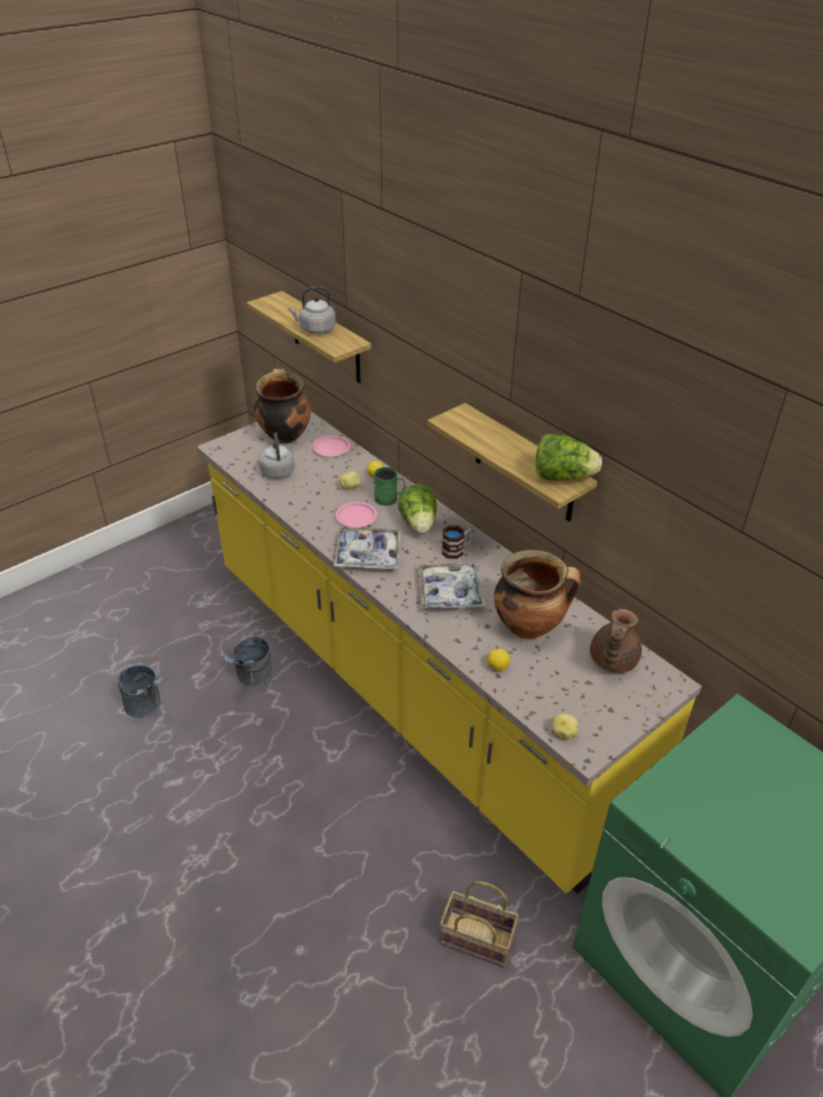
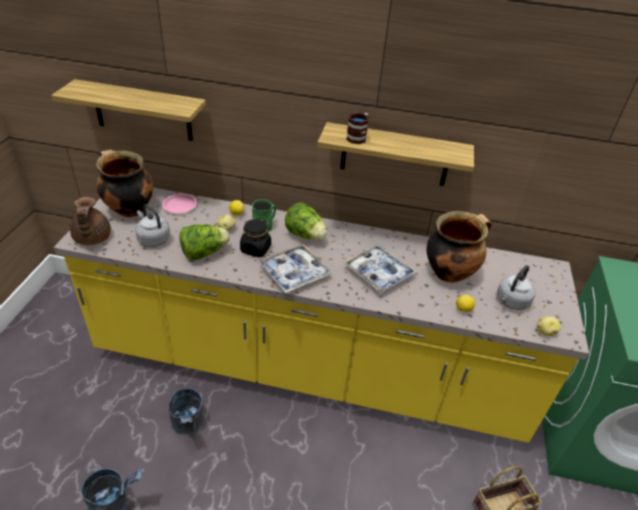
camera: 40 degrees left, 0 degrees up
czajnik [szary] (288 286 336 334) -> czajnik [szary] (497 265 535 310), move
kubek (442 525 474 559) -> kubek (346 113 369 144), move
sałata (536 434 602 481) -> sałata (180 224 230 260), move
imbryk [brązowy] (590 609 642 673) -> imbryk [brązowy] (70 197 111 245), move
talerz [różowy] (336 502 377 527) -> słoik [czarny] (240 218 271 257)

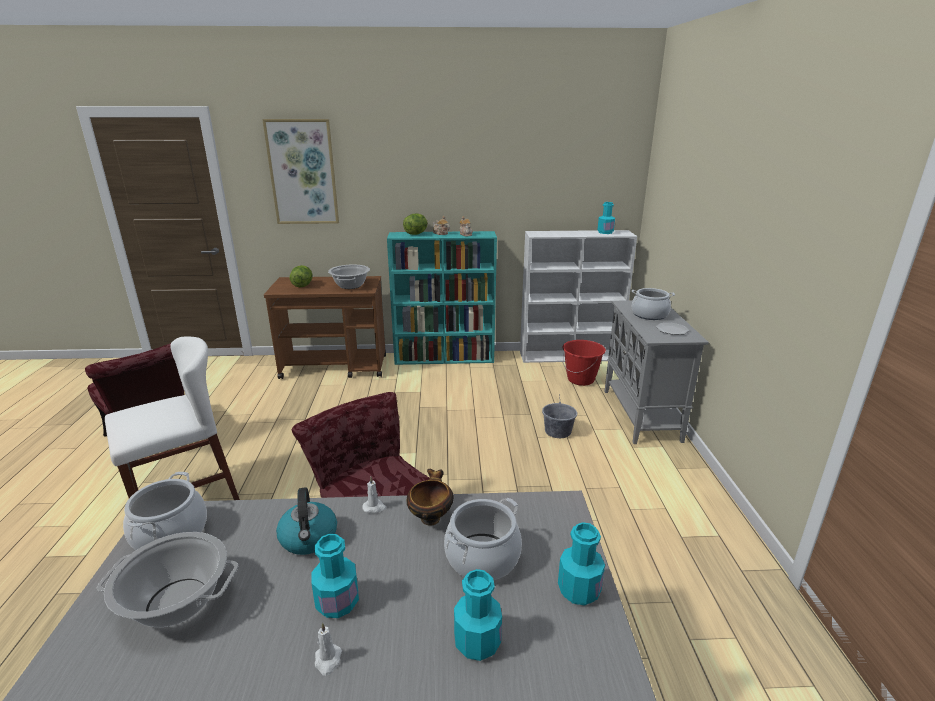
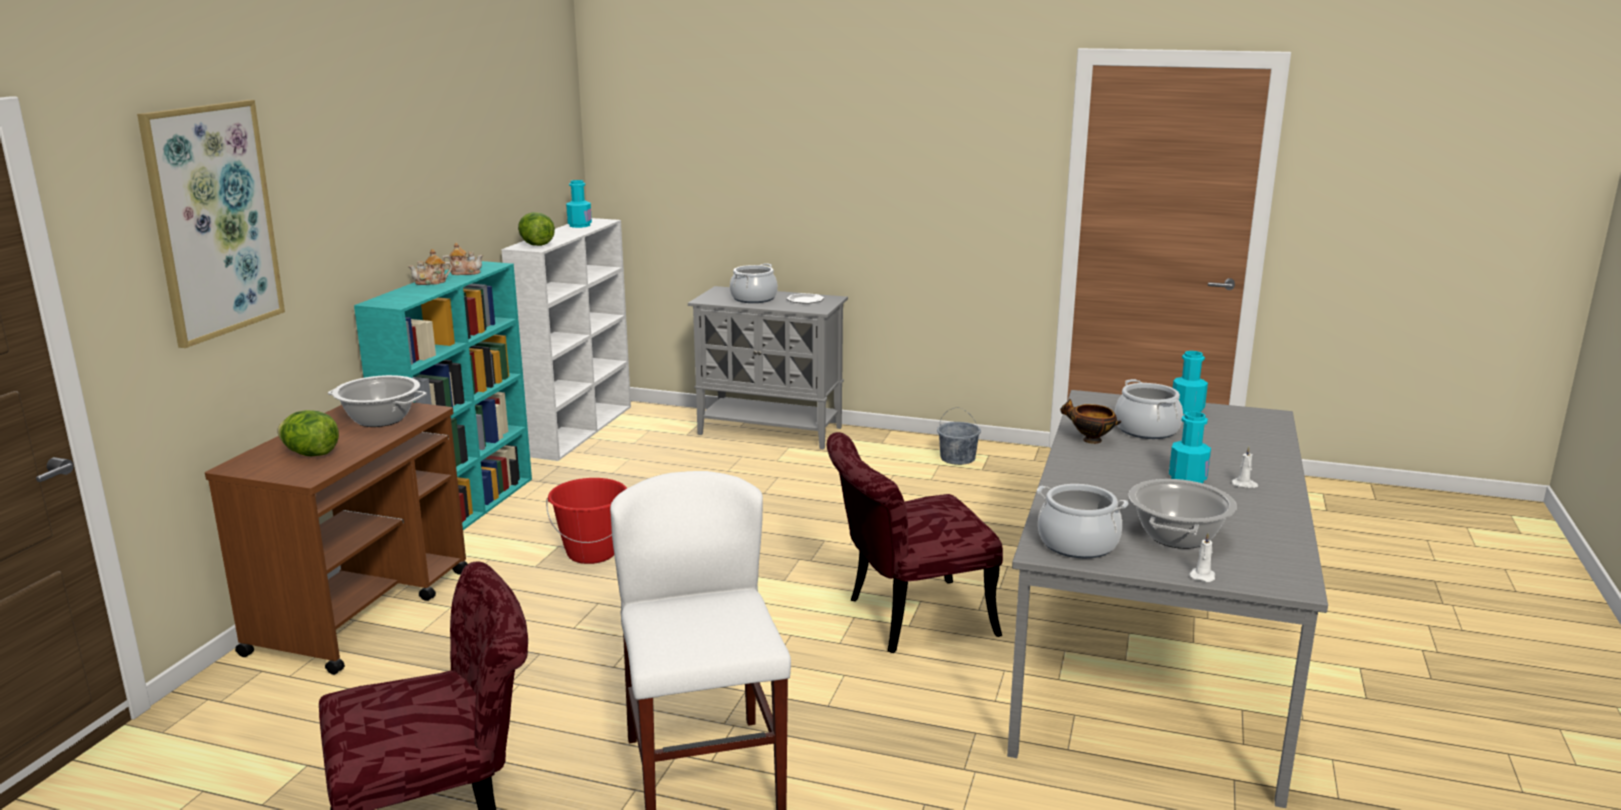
camera: 70 degrees left, 5 degrees down
czajnik (276 487 337 555) -> none
butelka [turkusowy] (454 569 502 661) -> none
świeca [biały] (362 477 386 513) -> świeca [biały] (1189 533 1215 582), move
sałata (403 214 428 235) -> sałata (518 212 555 246), move
wiadro [szary] (542 394 577 438) -> wiadro [szary] (937 407 981 465), move
wiadro [czerwony] (562 340 606 386) -> wiadro [czerwony] (546 478 627 564), move

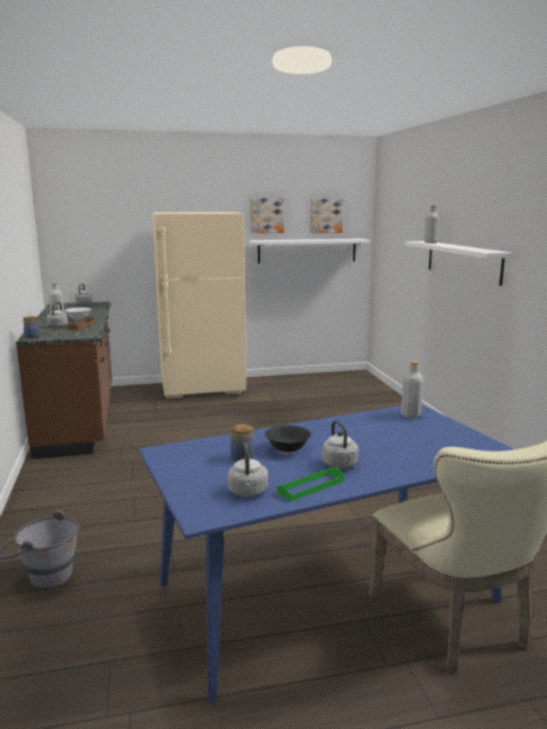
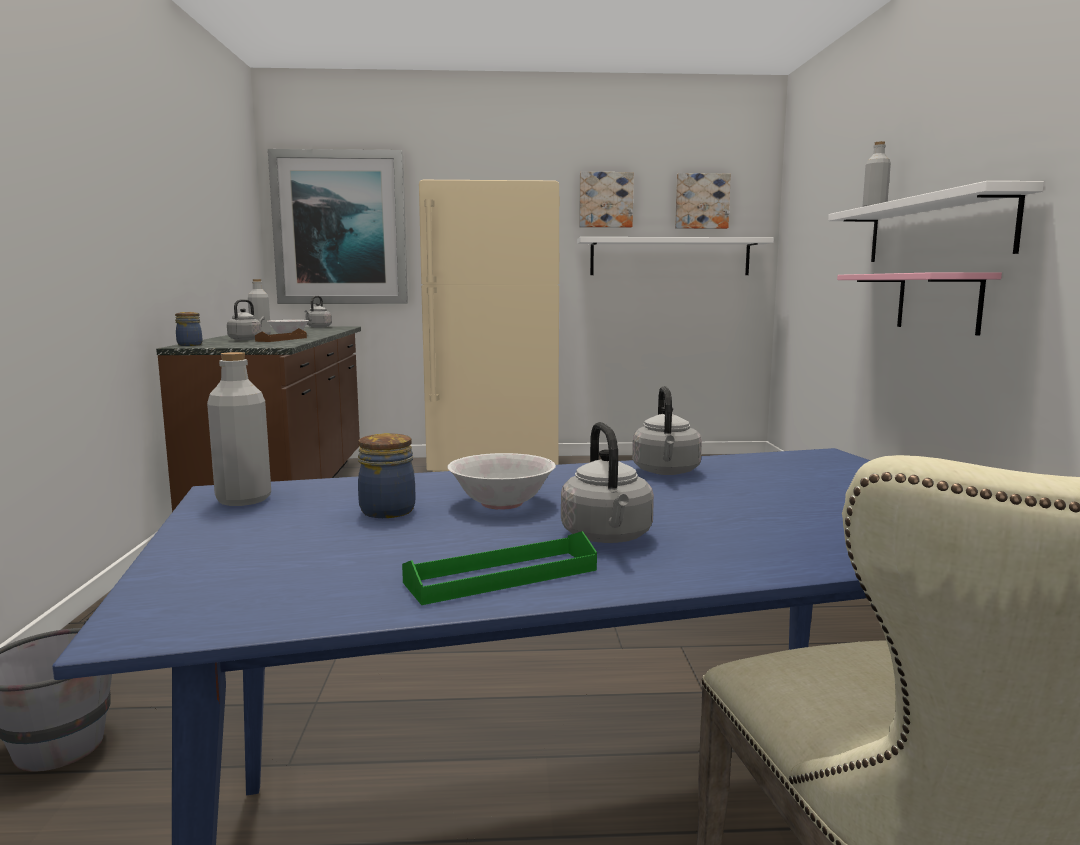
camera: 10 degrees right, 5 degrees down
none -> obraz (268 149 408 304)
none -> półka [różowy] (837 272 1002 336)
czajnik [szary] (228 443 268 497) -> czajnik [szary] (632 386 702 475), move
butelka [szary] (401 361 424 418) -> butelka [szary] (207 352 271 506), move
miska [czarny] (265 425 311 453) -> miska [biały] (447 453 556 510)

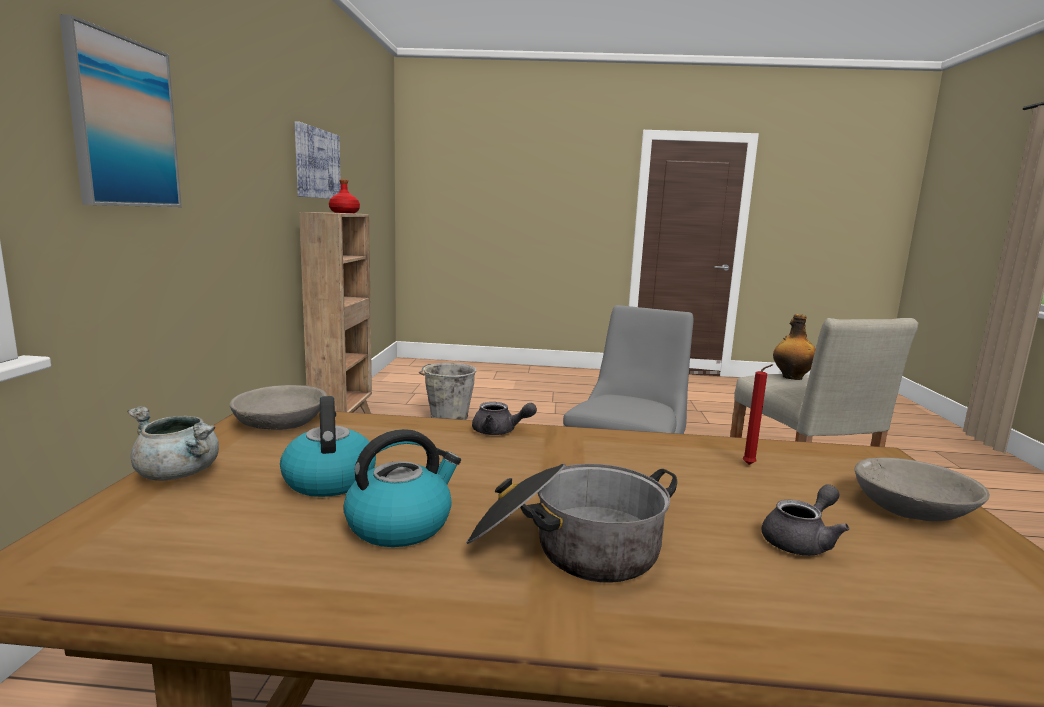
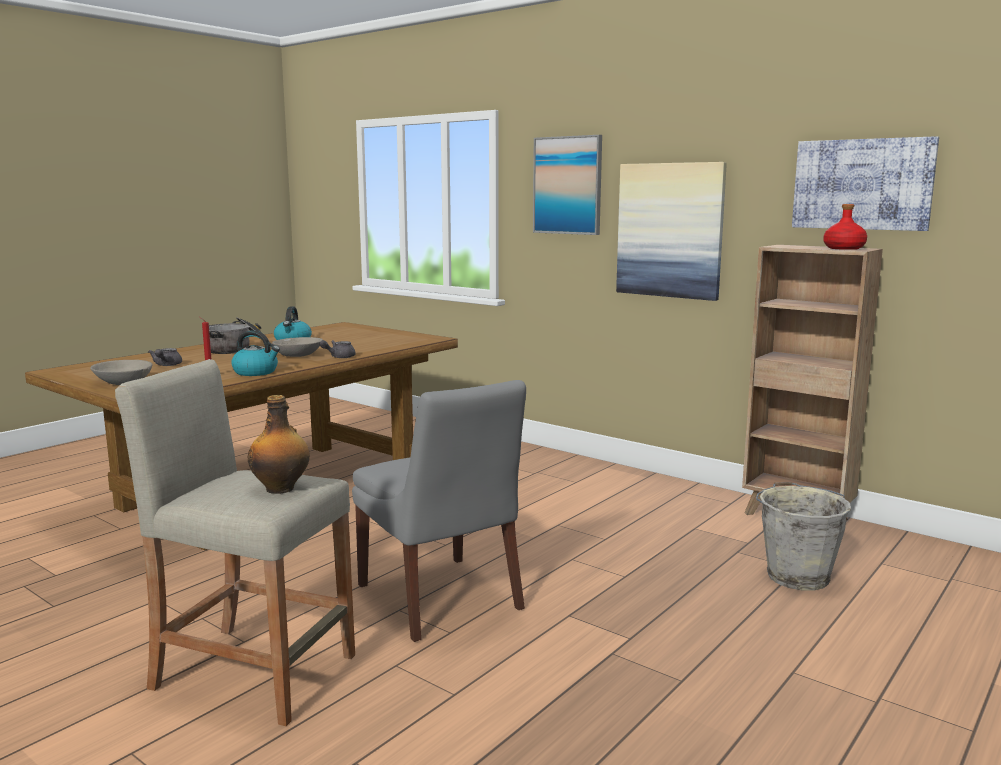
camera: 125 degrees right, 0 degrees up
garnek [szary] (127 406 219 481) -> none
none -> obraz (616 162 727 301)
miska [szary] (230 385 327 430) -> miska [szary] (272 337 323 357), move
czajnik (280 396 376 497) -> czajnik (231 330 280 376), move

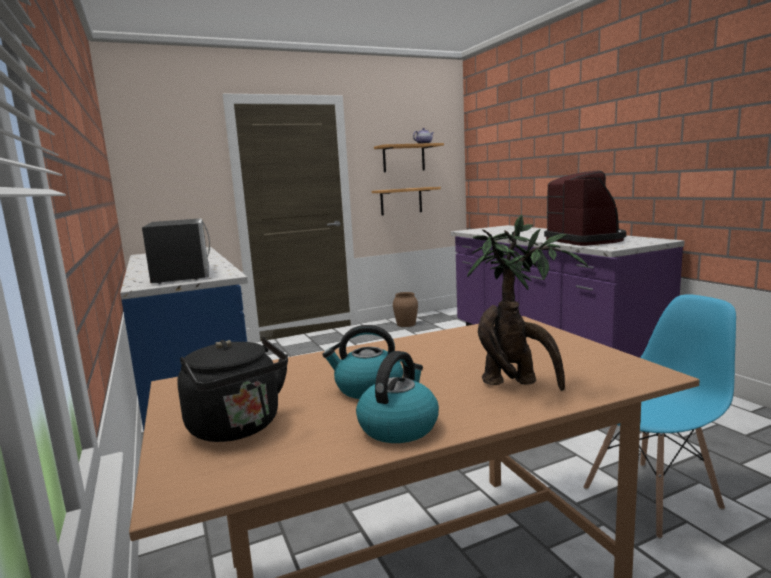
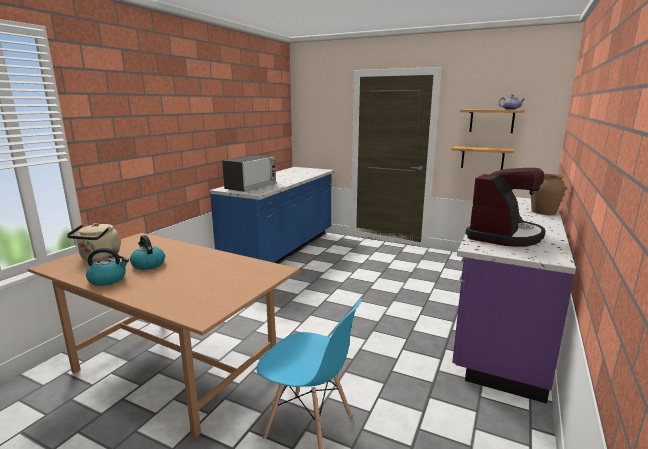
camera: 50 degrees right, 5 degrees up
roślina doniczkowa (467 214 588 391) -> none
wazon [brązowy] (393 292 418 327) -> wazon [brązowy] (531 174 565 215), move
czajnik [czarny] (177 337 288 442) -> czajnik [beżowy] (67 223 121 261)

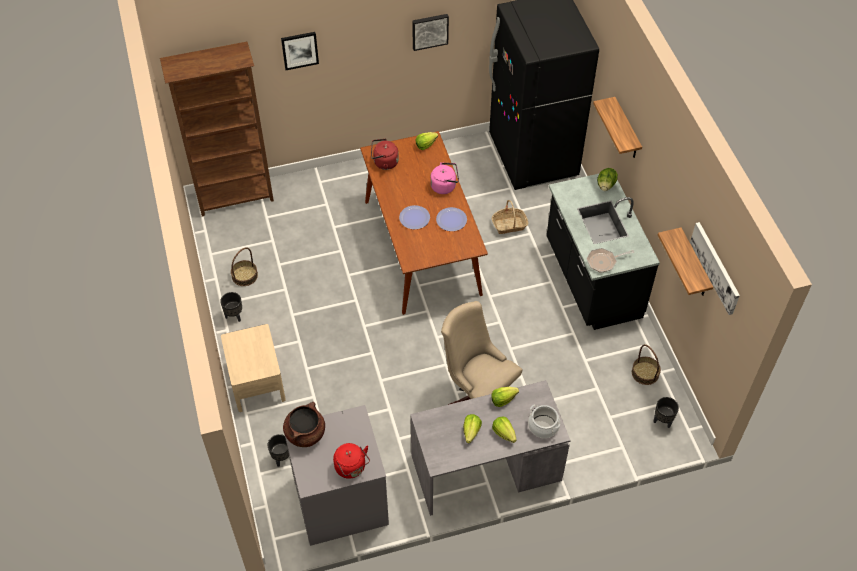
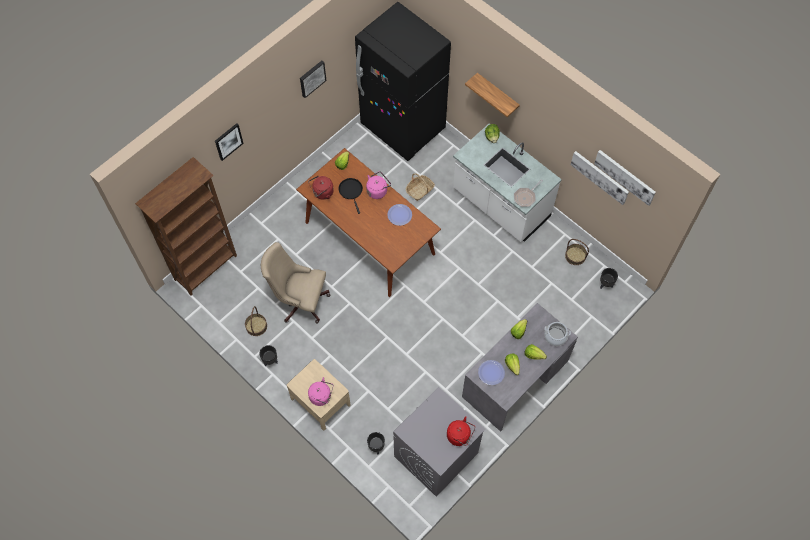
camera: 30 degrees left, 10 degrees up
garnek [brązowy] (283 402 325 447) -> none
none -> czajnik [różowy] (308 377 333 406)
none -> patelnia [czarny] (338 178 363 214)
talerz (399 205 430 229) -> talerz (478 360 505 385), move
krzesło biurowe [beżowy] (441 301 522 405) -> krzesło biurowe [beżowy] (261 242 330 323), move
półka (658 227 713 296) -> obraz (571 151 629 205)
zabudowa kuchenna [czarny] (547 173 660 330) -> zabudowa kuchenna [biały] (453 123 562 242)

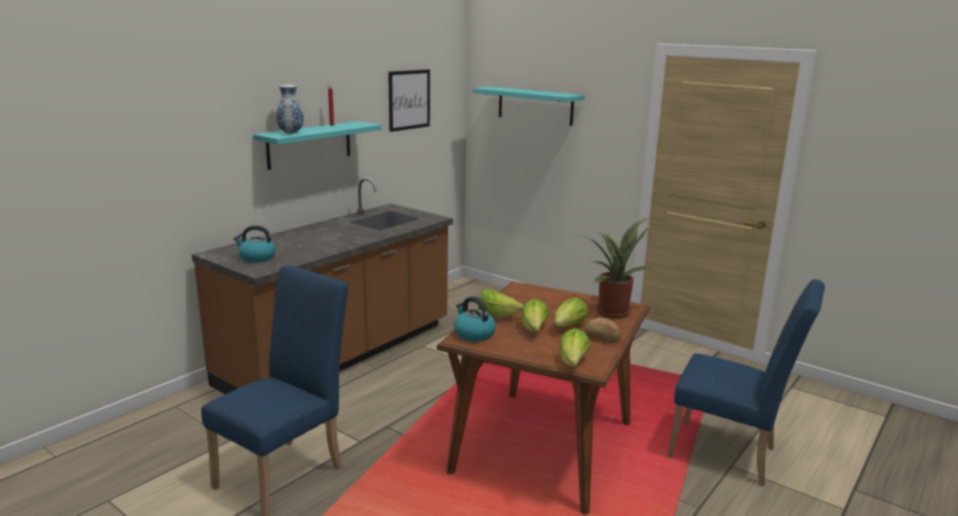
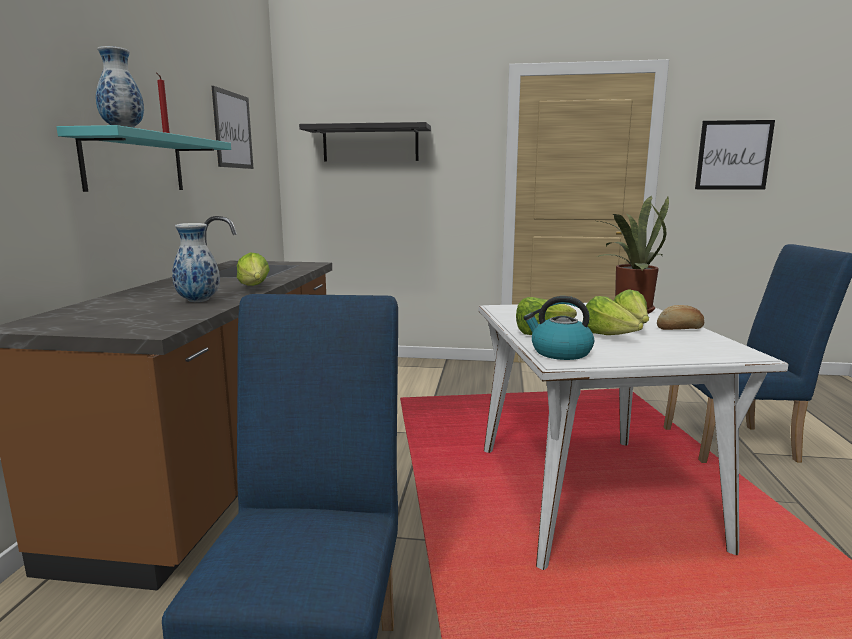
camera: 30 degrees left, 5 degrees down
czajnik (234 225 276 262) -> none
none -> wazon (172 223 220 302)
none -> obraz (695 120 775 190)
sałata (559 328 591 366) -> sałata (237 252 270 286), move
stół jadalny [brązowy] (437 281 650 515) -> stół jadalny [biały] (479 303 788 570)
półka [turkusowy] (473 86 585 126) -> półka [czarny] (299 122 431 161)

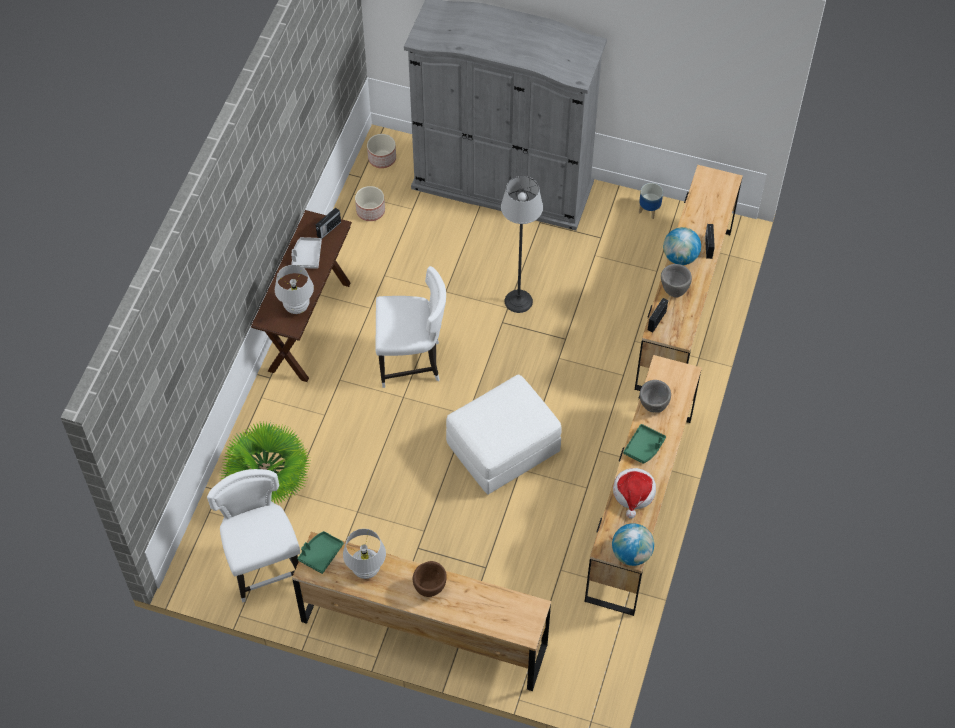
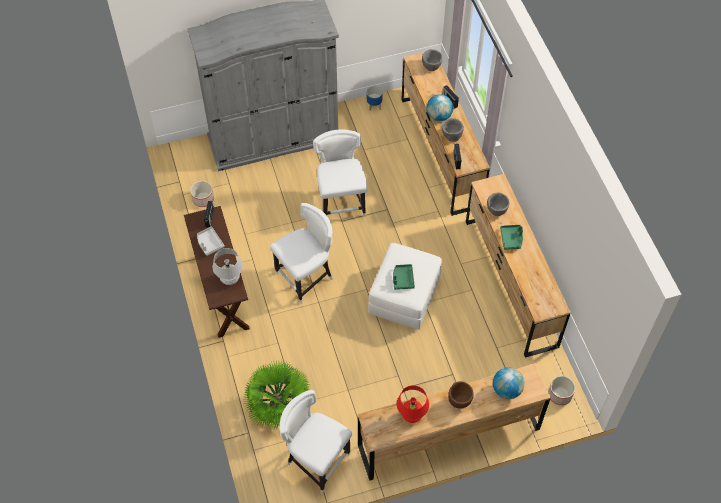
camera: 35 degrees left, 0 degrees up
kapelusz (613 468 656 519) -> none
none -> miska [szary] (422 49 443 71)
taca [zielony] (297 531 344 574) -> taca [zielony] (393 264 415 290), move
donica (367 134 396 168) -> donica (548 376 575 405), move
globus (612 523 654 566) -> globus (493 367 525 399), move
lampa stojąca (501 176 543 313) -> krzesło [biały] (313 129 368 217)
lampa stołowa [biały] (343 529 386 579) -> lampa stołowa [czerwony] (397 385 429 423)

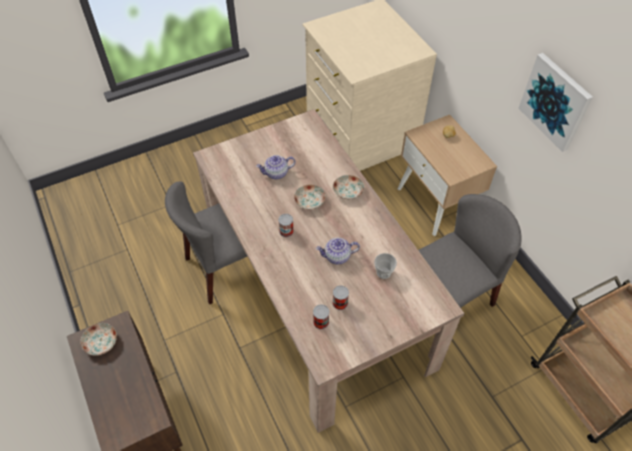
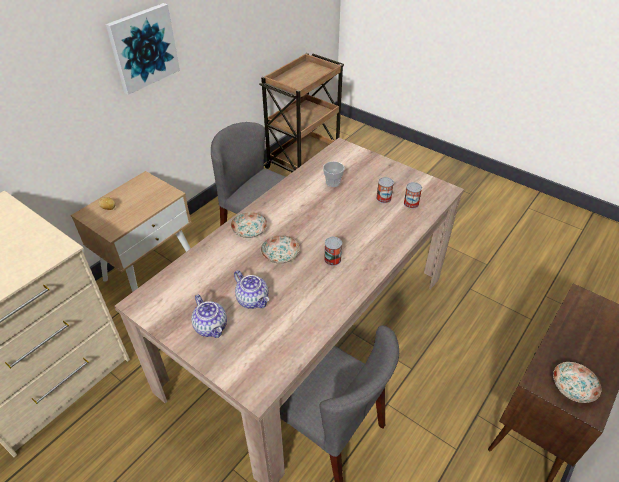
camera: 115 degrees left, 10 degrees down
imbryk (316 238 360 265) -> imbryk (191 295 227 338), move

